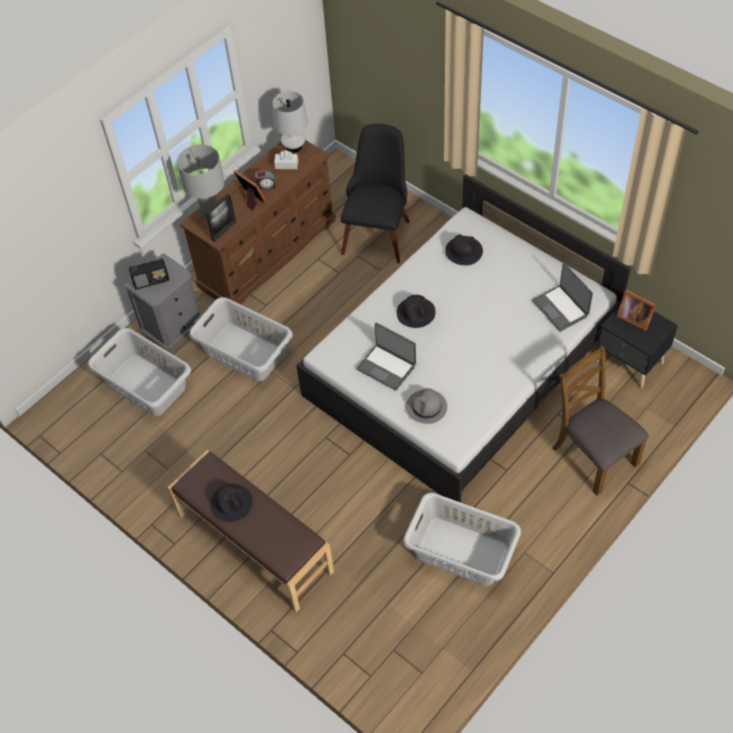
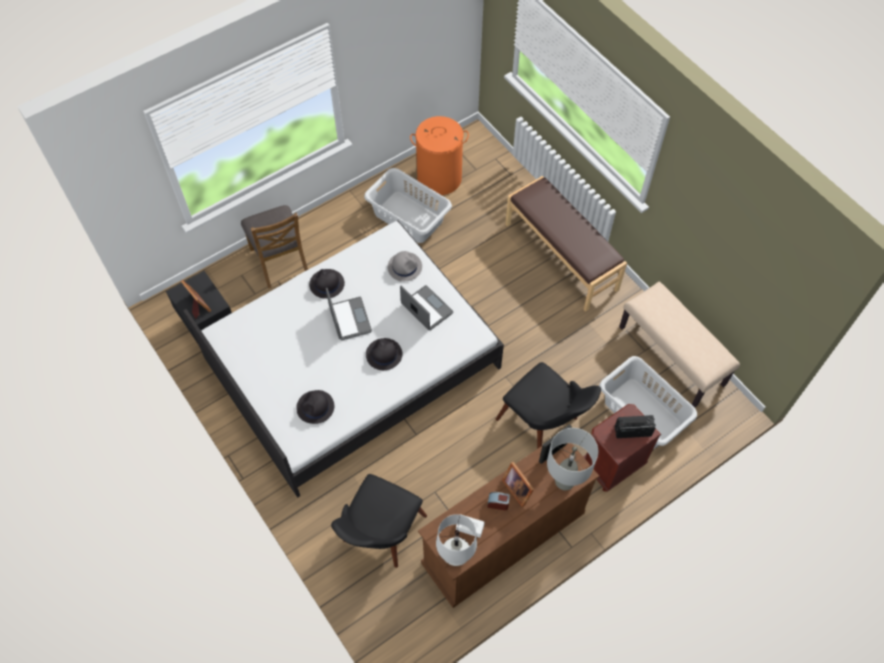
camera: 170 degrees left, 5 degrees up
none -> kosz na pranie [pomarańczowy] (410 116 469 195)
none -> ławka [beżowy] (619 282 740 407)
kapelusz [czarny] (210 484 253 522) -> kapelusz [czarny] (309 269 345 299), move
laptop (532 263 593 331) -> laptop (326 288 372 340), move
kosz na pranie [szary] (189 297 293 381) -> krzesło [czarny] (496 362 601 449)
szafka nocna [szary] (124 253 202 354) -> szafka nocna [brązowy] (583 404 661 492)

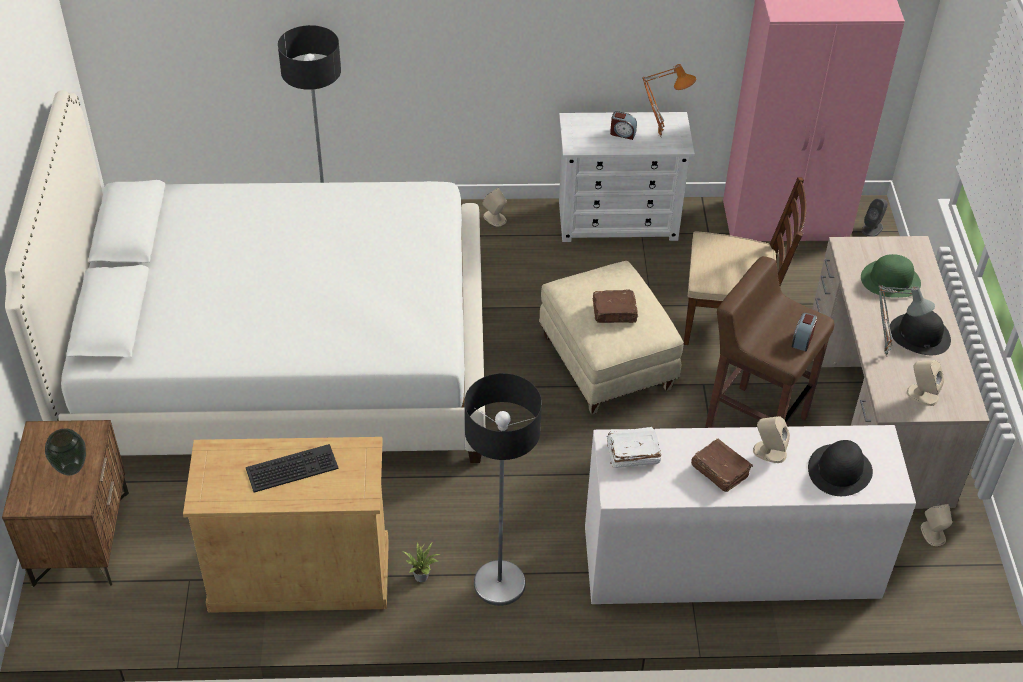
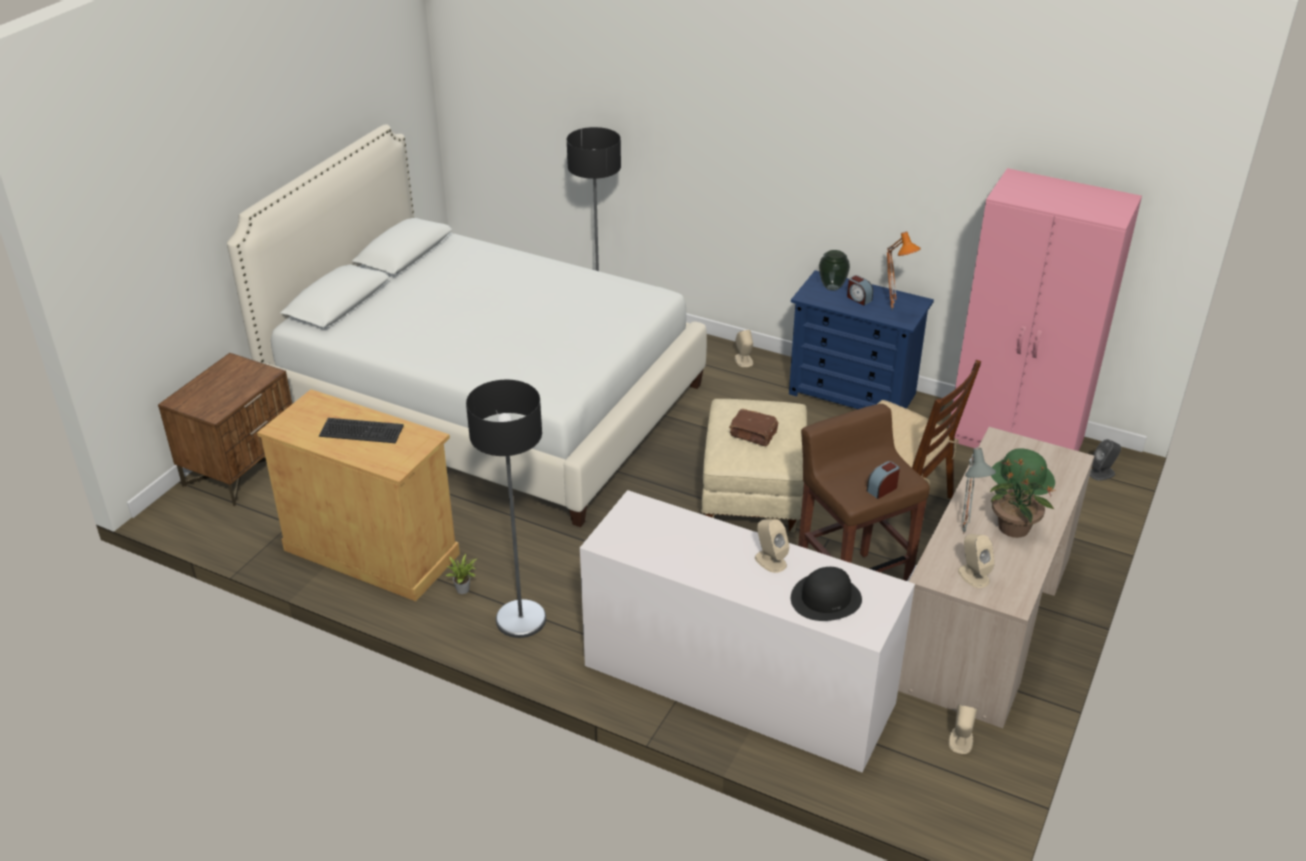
camera: 30 degrees right, 10 degrees down
książka [biały] (607 427 661 468) -> none
książka [brązowy] (691 439 753 492) -> none
wazon (45 429 86 475) -> wazon (819 250 850 291), move
kapelusz [czarny] (890 311 951 355) -> roślina doniczkowa (990 458 1054 538)
komoda [biały] (559 112 695 242) -> komoda [niebieski] (789 270 934 409)

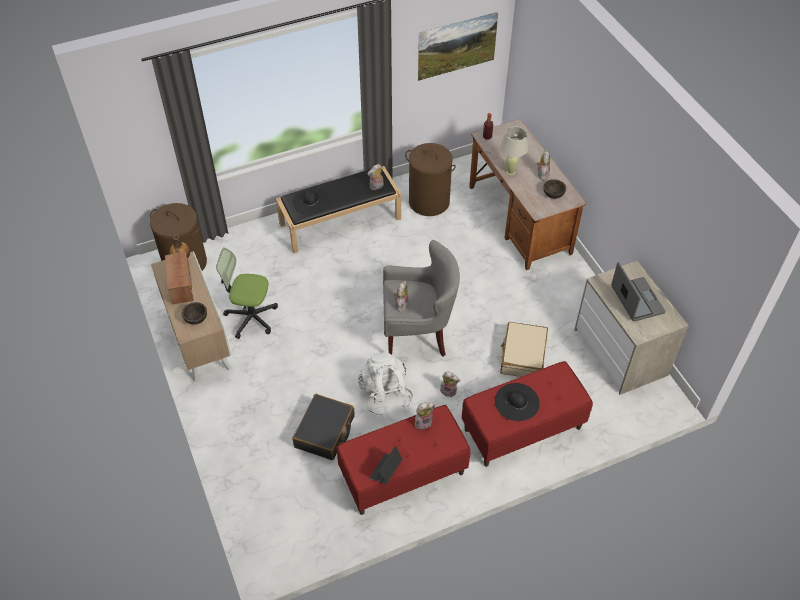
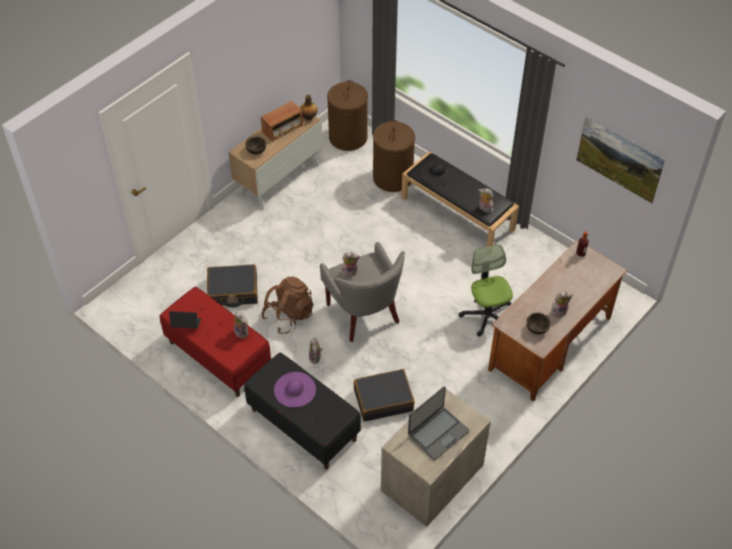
camera: 65 degrees right, 0 degrees up
lampa stołowa [beżowy] (500 127 528 175) -> none
krzesło biurowe (216 248 278 339) -> krzesło biurowe (459 244 513 337), move
kosz na pranie [brązowy] (405 143 456 216) -> kosz na pranie [brązowy] (373 120 415 192), move
plecak [biały] (358 352 413 416) -> plecak [brązowy] (262 277 313 334)
ławka [czerwony] (462 361 593 467) -> ławka [czarny] (244 353 361 470)
kapelusz [czarny] (495 383 540 421) -> kapelusz [fioletowy] (274 372 316 408)
walizka [beżowy] (500 322 548 377) -> walizka [czarny] (354 369 415 422)

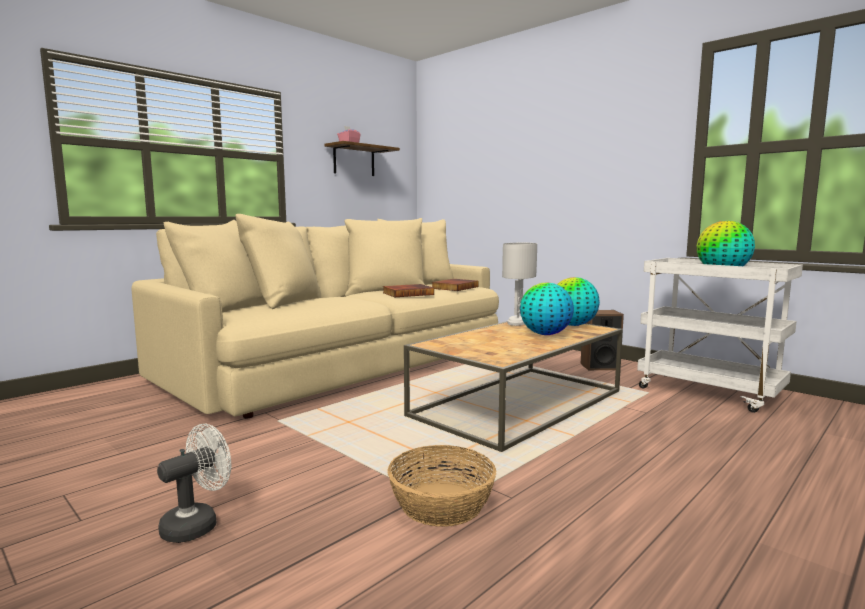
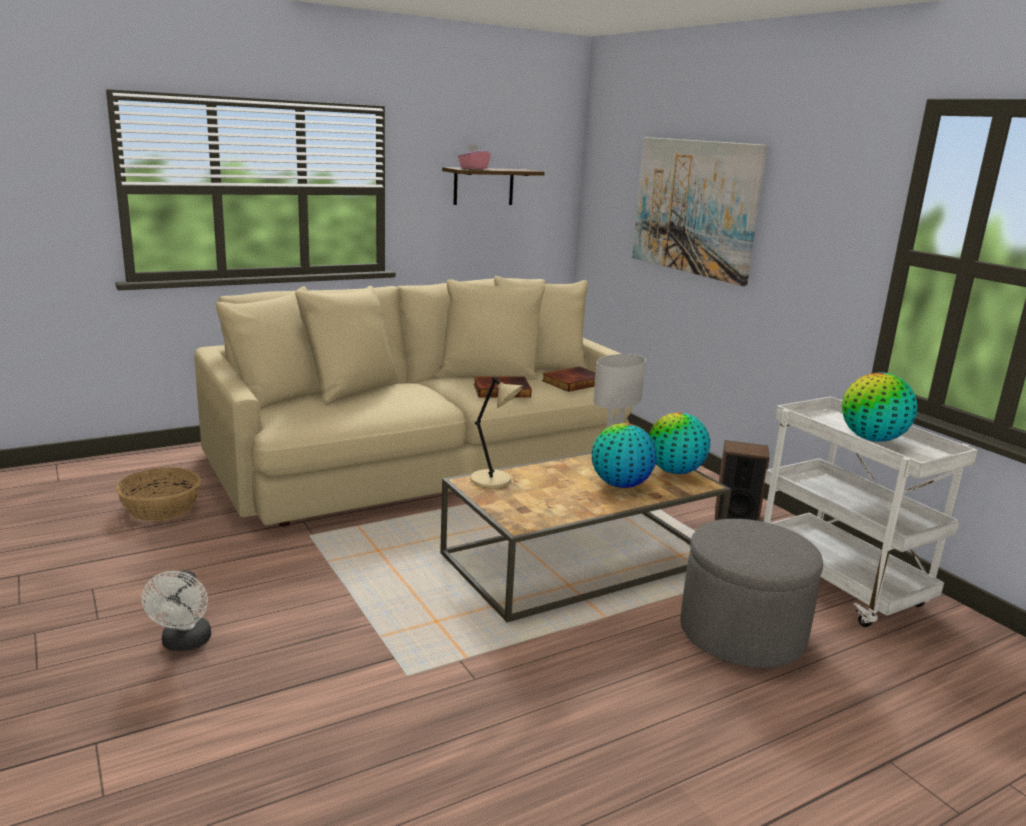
camera: 15 degrees right, 10 degrees up
none -> lampa stołowa [beżowy] (470 376 523 488)
none -> obraz (632 137 767 286)
none -> pufa [szary] (680 519 823 668)
koszyk (387 445 496 527) -> koszyk (116 467 201 522), move
wentylator [biały] (157 424 231 543) -> wentylator [biały] (142 570 211 651), 120 degrees clockwise

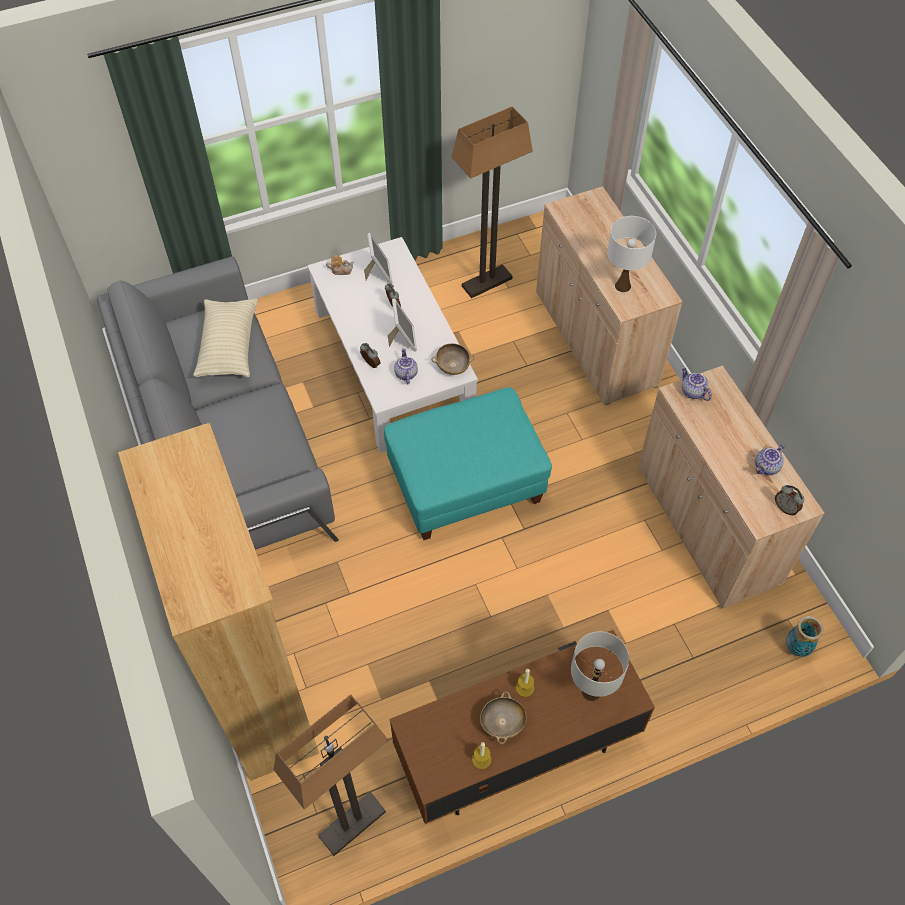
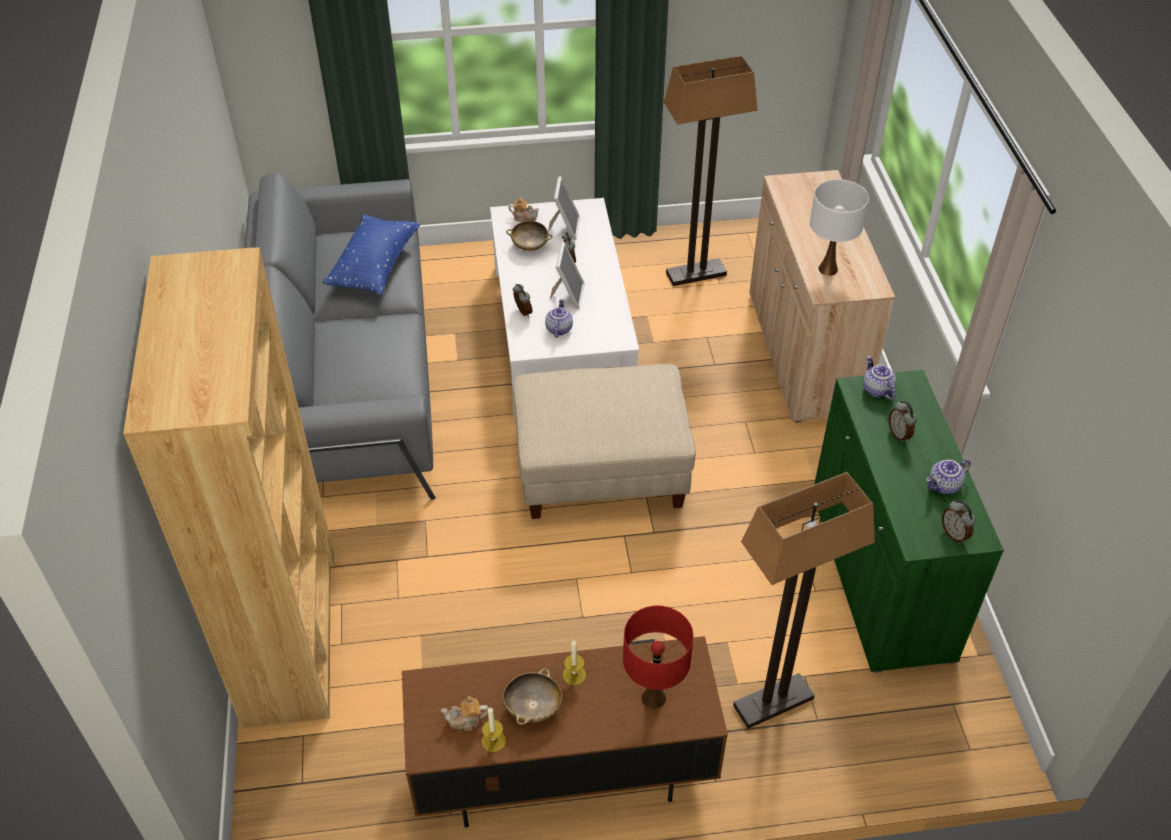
camera: 15 degrees right, 10 degrees down
wazon (786 616 823 657) -> none
none -> imbryk (441 696 489 731)
none -> budzik (889 401 917 443)
lampa stojąca (273 694 389 856) -> lampa stojąca (733 472 875 729), move
miska [beżowy] (431 344 475 375) -> miska [beżowy] (506 221 553 251), move
poduszka [beżowy] (193 299 258 377) -> poduszka [niebieski] (322 214 420 296)
pufa [turkusowy] (384 387 552 540) -> pufa [beżowy] (513 364 696 519)
lampa stołowa [biały] (571 631 629 701) -> lampa stołowa [czerwony] (623 606 693 709)
szafka [beżowy] (638 365 825 609) -> szafka [zielony] (814 370 1004 673)

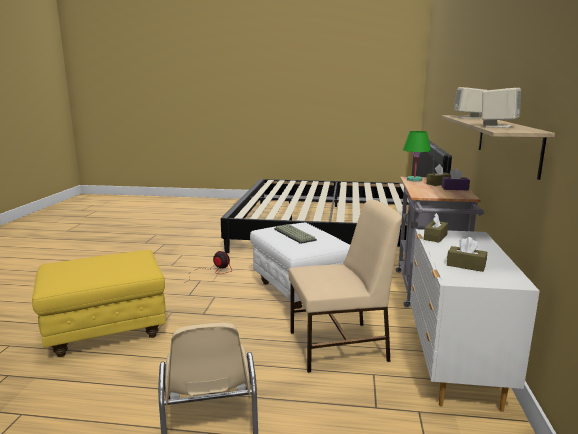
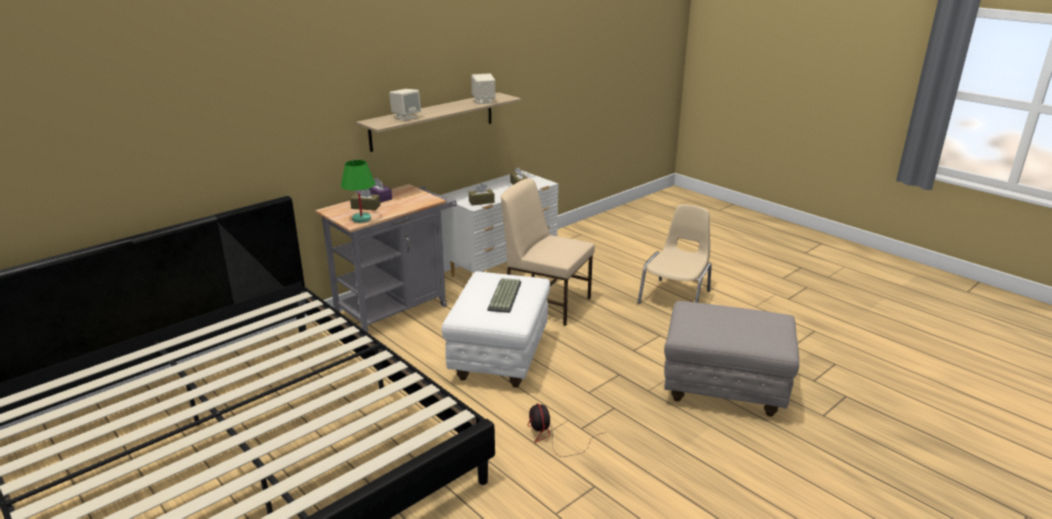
camera: 140 degrees left, 10 degrees up
pufa [żółty] (32 250 165 357) -> pufa [szary] (664 301 799 416)

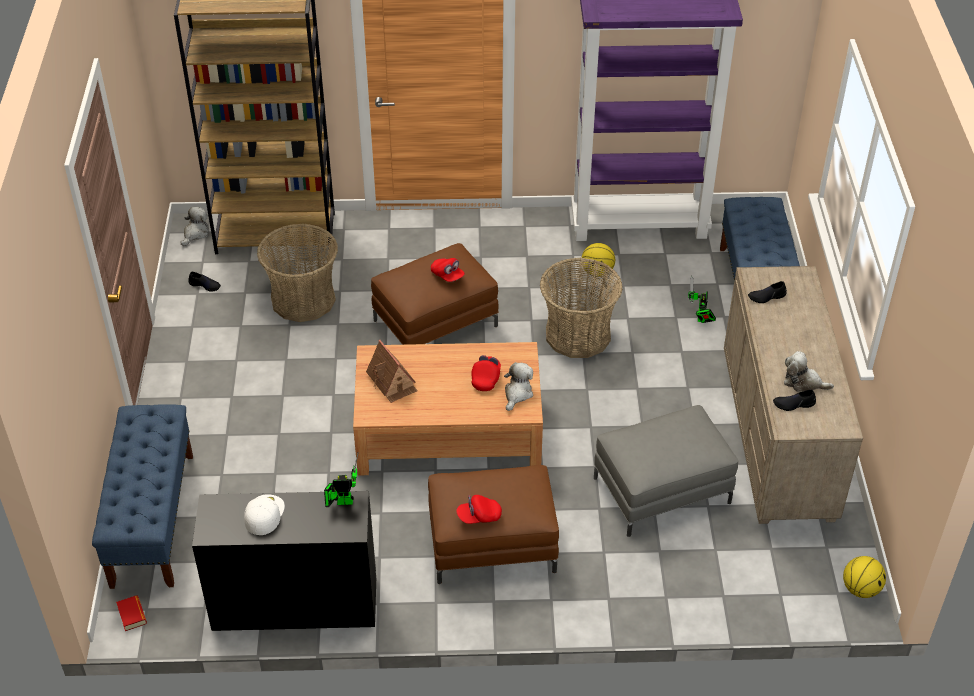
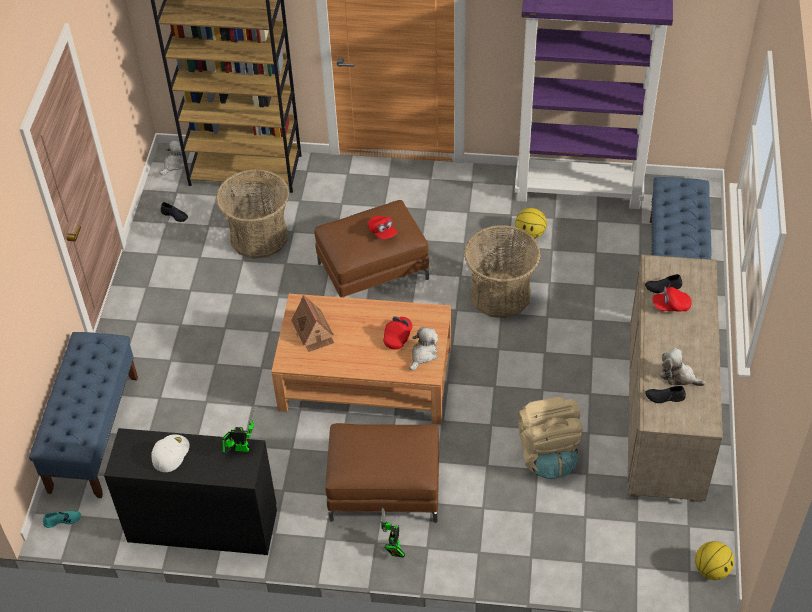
camera: 10 degrees right, 5 degrees up
czapka z daszkiem [czerwony] (456 495 502 524) -> czapka z daszkiem [czerwony] (652 286 692 311), move
robot zabawkowy (688 276 716 323) -> robot zabawkowy (380 508 405 558), move
książka (116 596 147 631) -> but [turkusowy] (43 511 81 528)
pufa [szary] (594 405 738 537) -> plecak [beżowy] (518 396 583 479)

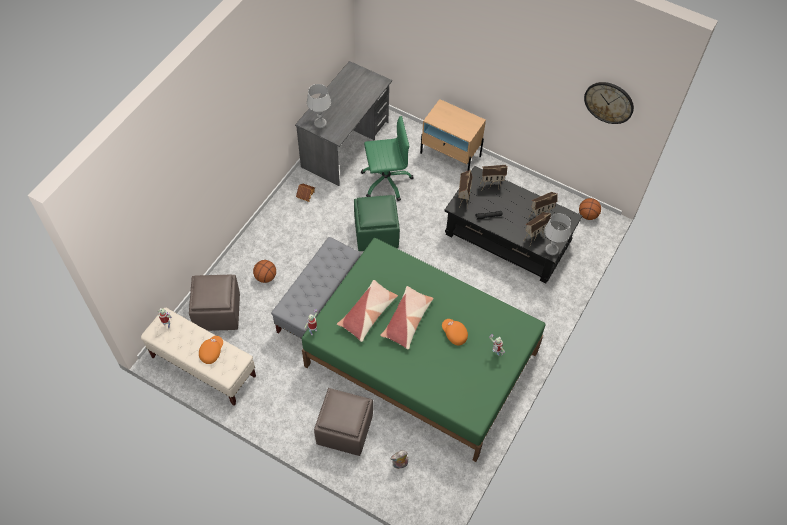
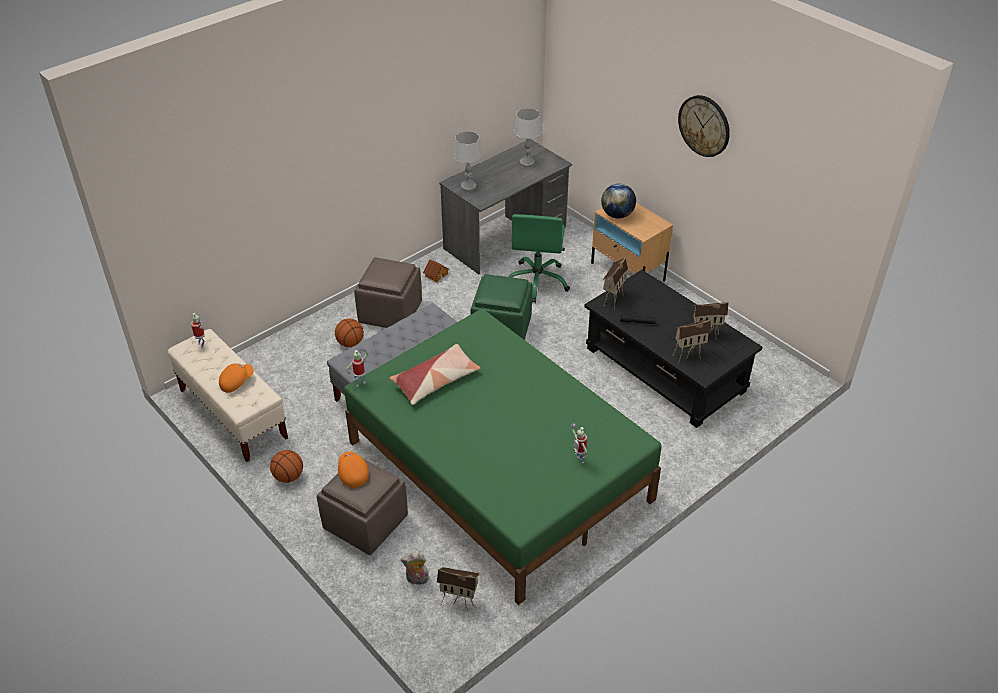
camera: 20 degrees right, 15 degrees down
poduszka (380 286 434 350) -> none
none -> globus (601 184 636 219)
pufa [brązowy] (189 274 240 331) -> pufa [brązowy] (354 257 422 328), move
czapka z daszkiem [pomarańczowy] (442 319 468 346) -> czapka z daszkiem [pomarańczowy] (338 452 369 488), move
domek (480 165 507 190) -> domek (437 567 480 611), move
lampa stołowa [szary] (545 213 571 255) -> lampa stołowa [szary] (514 108 542 167), move
piłka do koszykówki (579 198 601 220) -> piłka do koszykówki (270 450 303 483), move
zegar ścienny (584 82 634 124) -> zegar ścienny (678 95 730 157), move
krzesło biurowe [zielony] (361 116 414 201) -> krzesło biurowe [zielony] (508 214 570 303), 90 degrees clockwise

